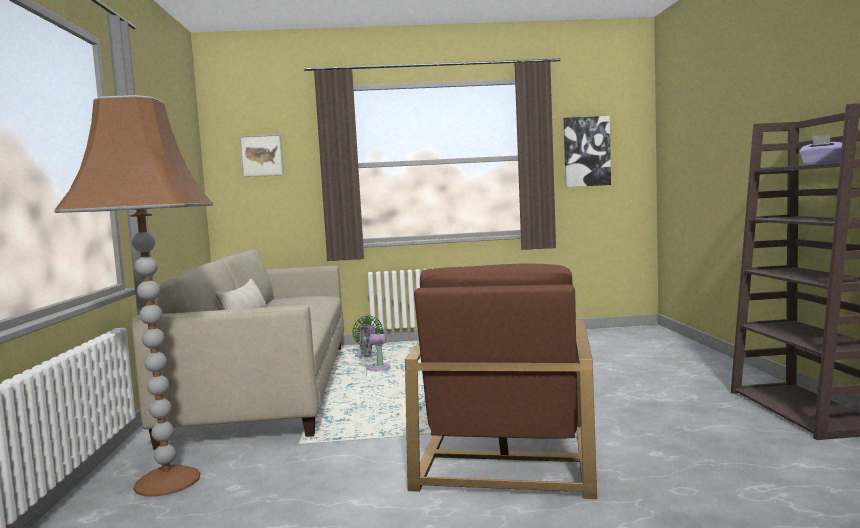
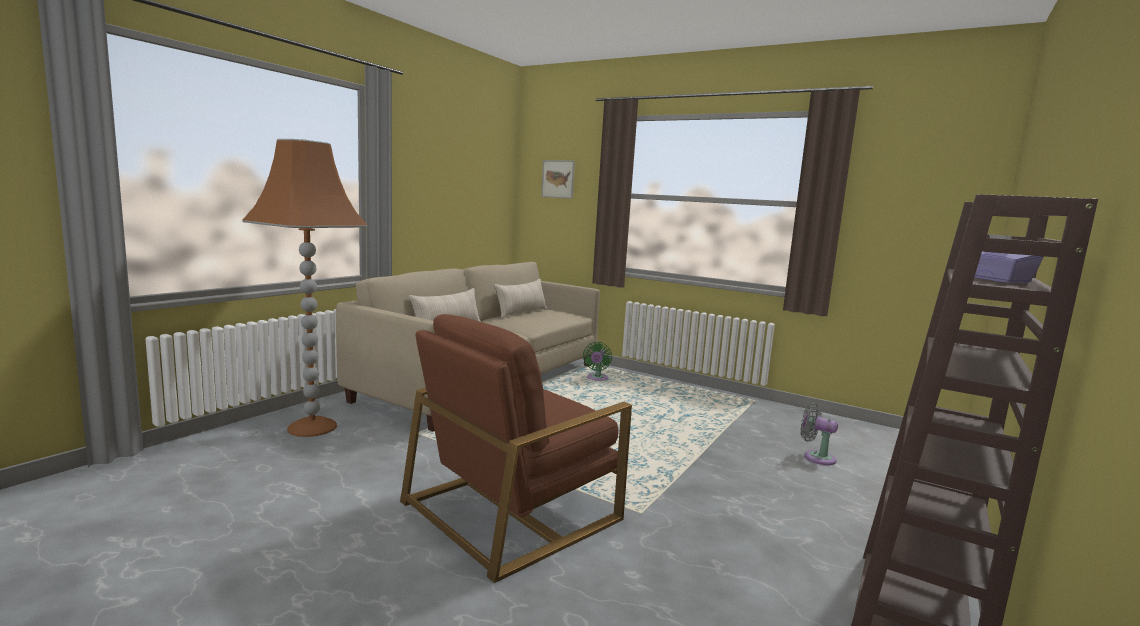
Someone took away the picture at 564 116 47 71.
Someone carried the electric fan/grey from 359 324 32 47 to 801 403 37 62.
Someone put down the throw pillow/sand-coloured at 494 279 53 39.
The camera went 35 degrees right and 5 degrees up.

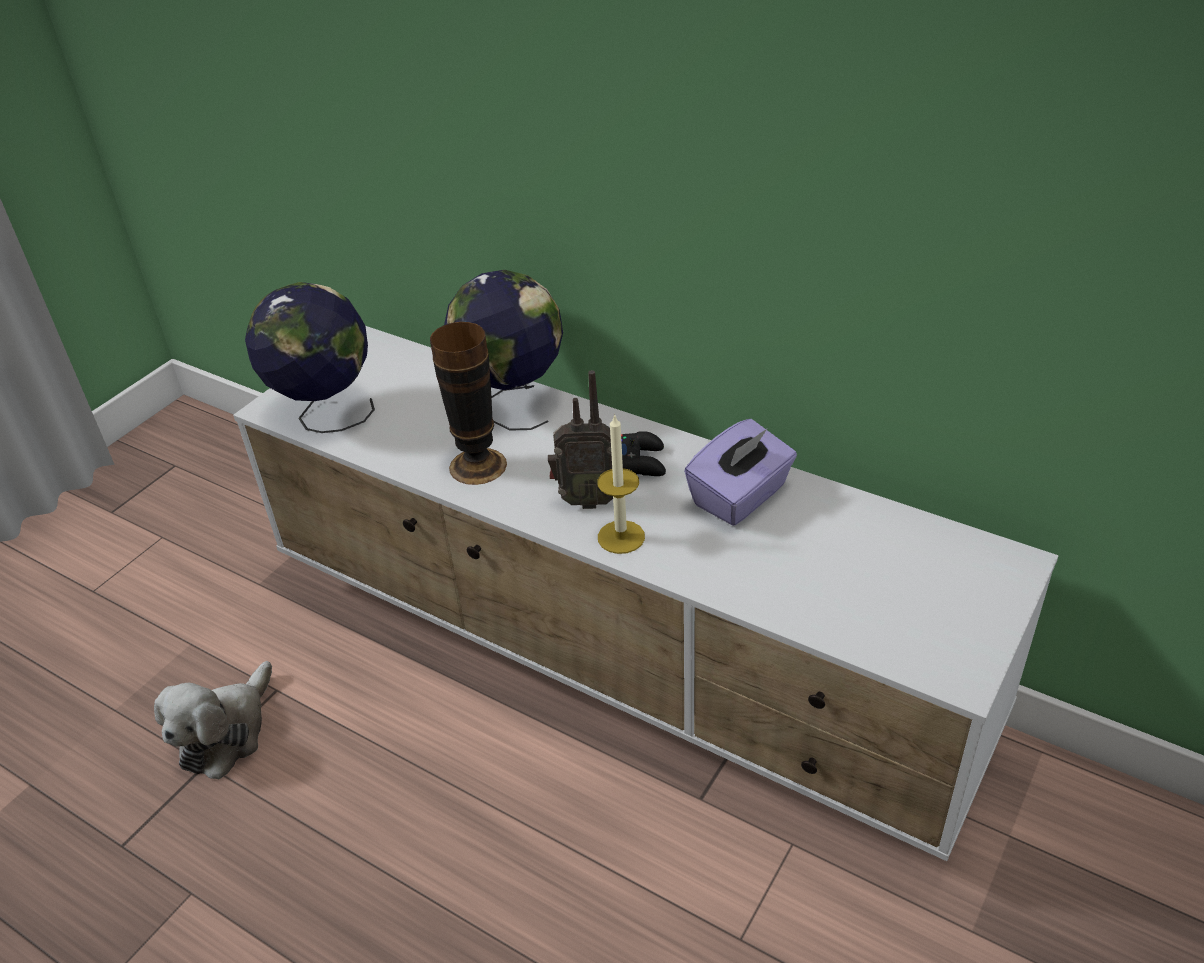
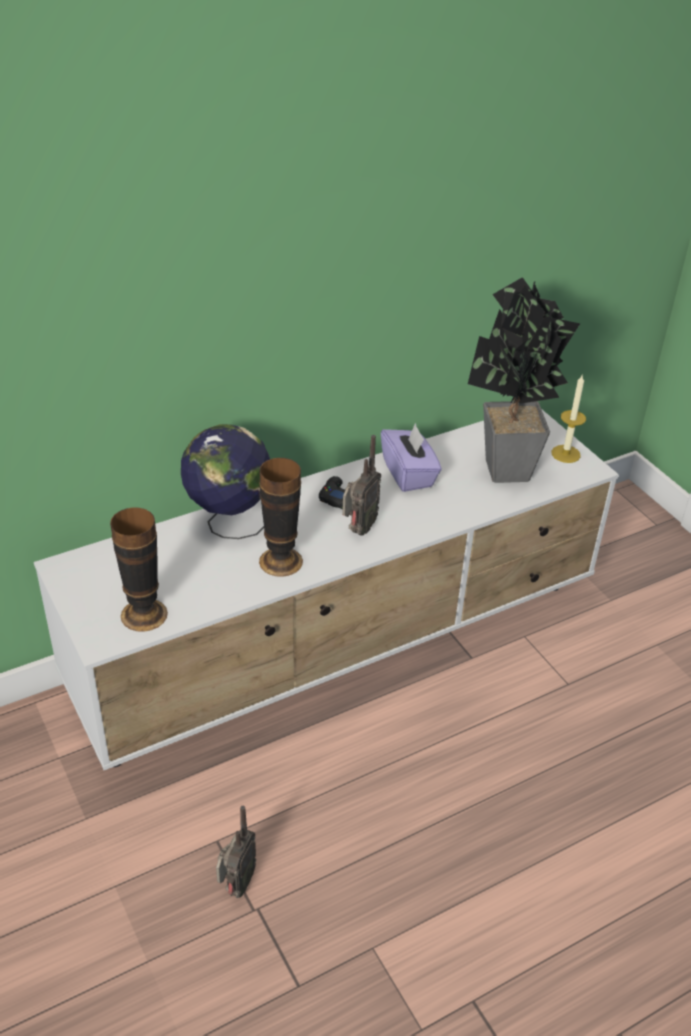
Someone swapped the desk globe at 245 282 130 151 for the flower vase at 110 507 58 125.
Someone carried the wax light from 597 413 48 141 to 551 374 35 89.
Someone swapped the plush toy at 154 661 118 118 for the radio receiver at 216 806 40 92.
Someone put down the plant in a pot at 468 277 112 206.
The camera went 65 degrees left and 0 degrees up.

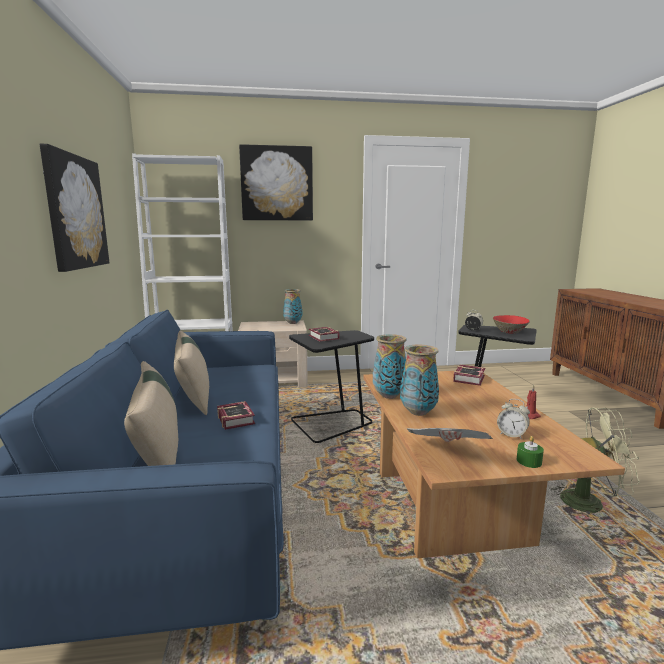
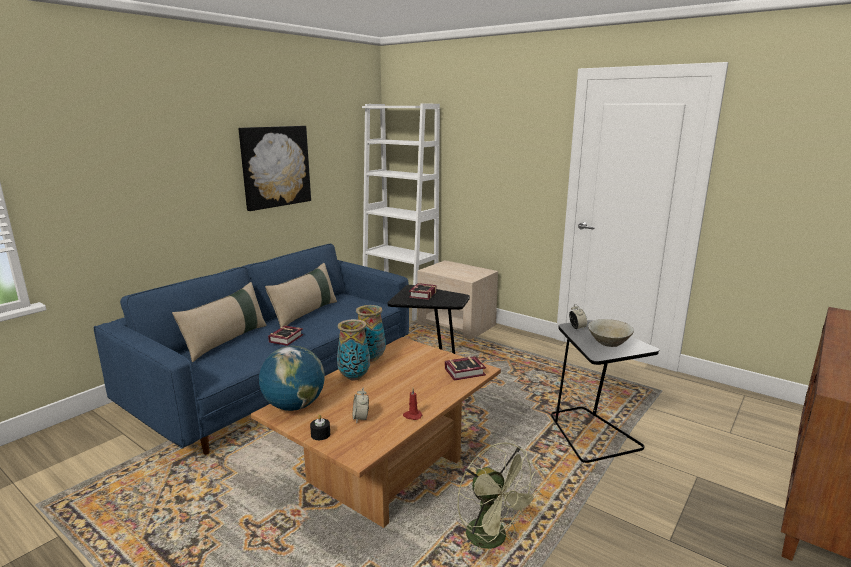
Someone took away the picture at 239 144 74 76.
Someone took away the flower vase at 283 289 19 35.
Someone repainted the deep dish/red-coloured at 493 315 37 19, which became the deep dish/sand-coloured at 588 319 46 28.
Someone swapped the daily paper at 406 428 87 14 for the desk globe at 259 346 66 65.
Someone repainted the wax light/green-coloured at 517 436 27 32, which became the wax light/black at 310 415 20 25.
The camera went 45 degrees right and 5 degrees up.

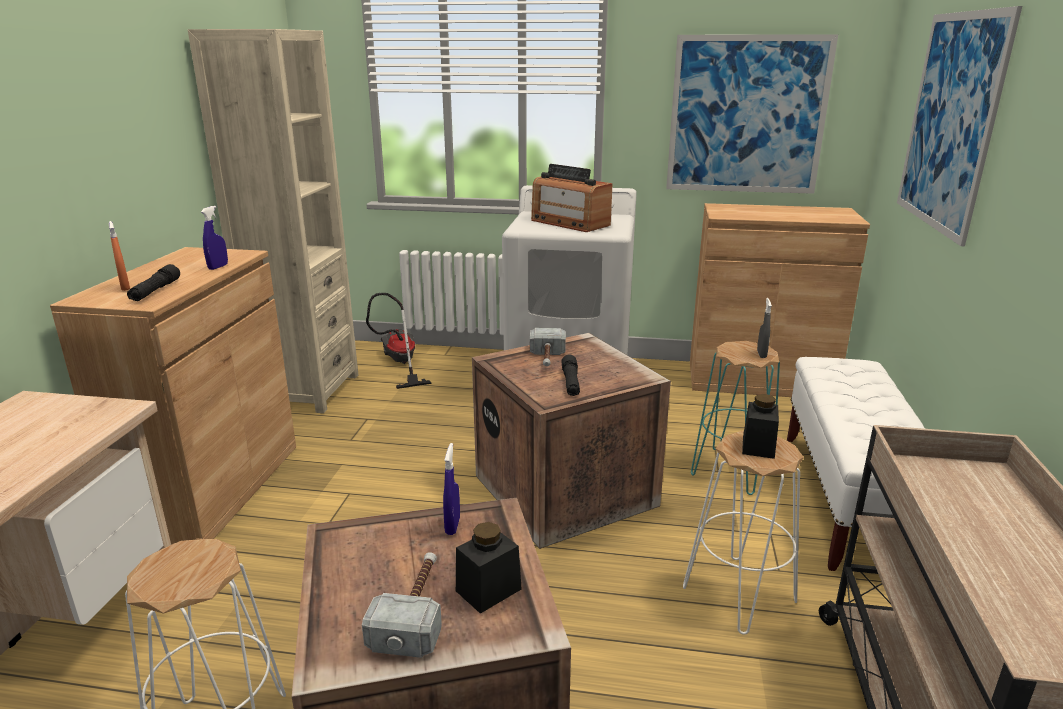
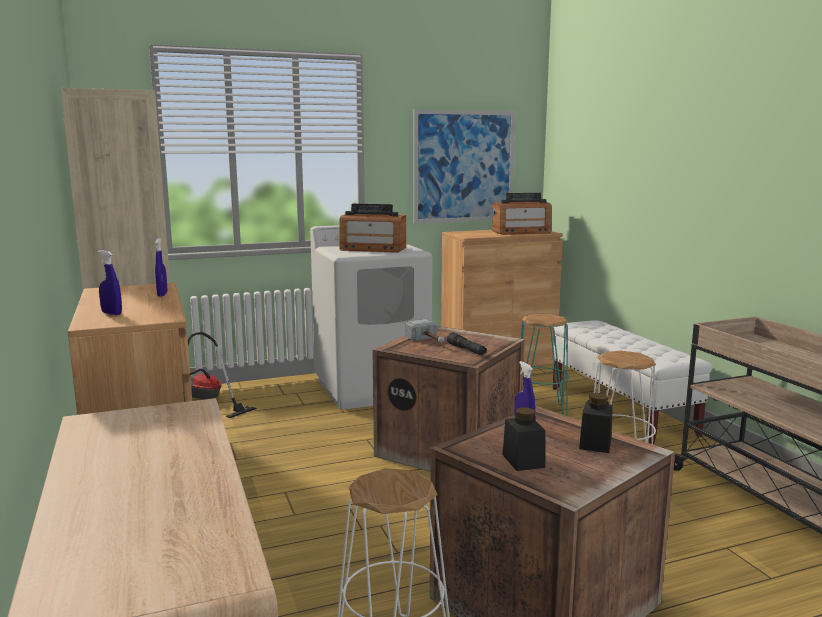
Someone took away the picture at 897 6 125 240.
Someone repainted the sprayer/orange-coloured at 109 221 21 70, which became the sprayer/blue-coloured at 98 250 24 65.
Someone took away the flashlight/black at 127 264 53 37.
Someone took away the sprayer/grey at 757 298 15 60.
Someone carried the preserve jar/black from 742 394 37 65 to 502 407 43 64.
Someone took away the hammer at 362 552 80 106.
Someone put down the radio receiver at 492 193 60 42.
The camera went 30 degrees left and 10 degrees down.

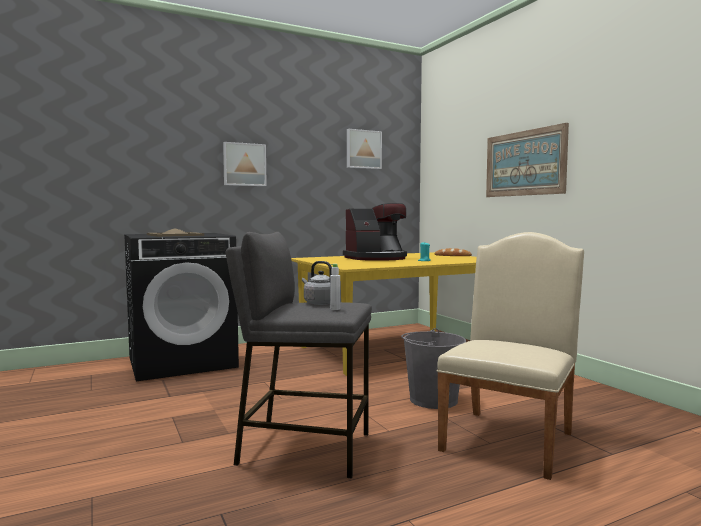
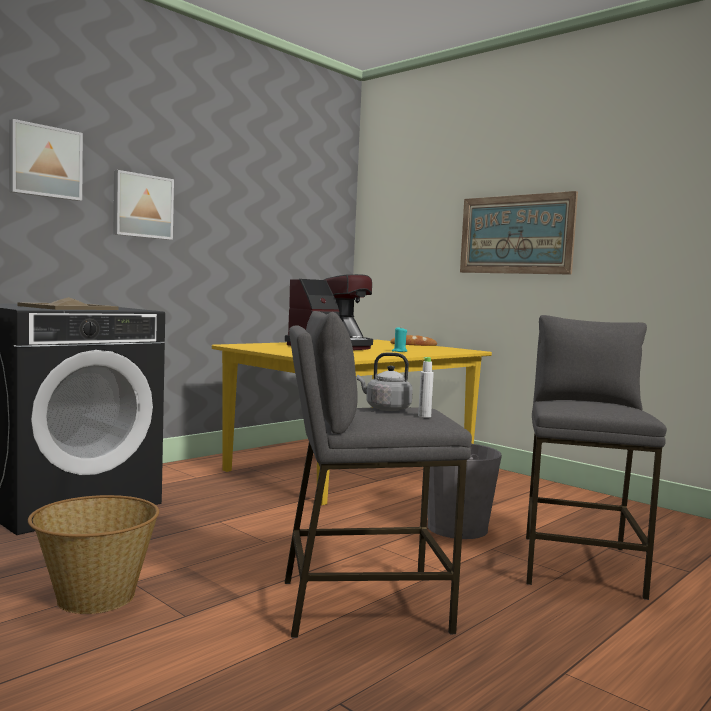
Someone carried the picture from 347 129 35 40 to 9 119 74 82.
Someone swapped the chair/sand-coloured at 436 232 148 248 for the stool seat/grey at 526 315 141 285.
Someone put down the storage basket at 28 495 131 119.
The camera went 20 degrees left and 0 degrees up.

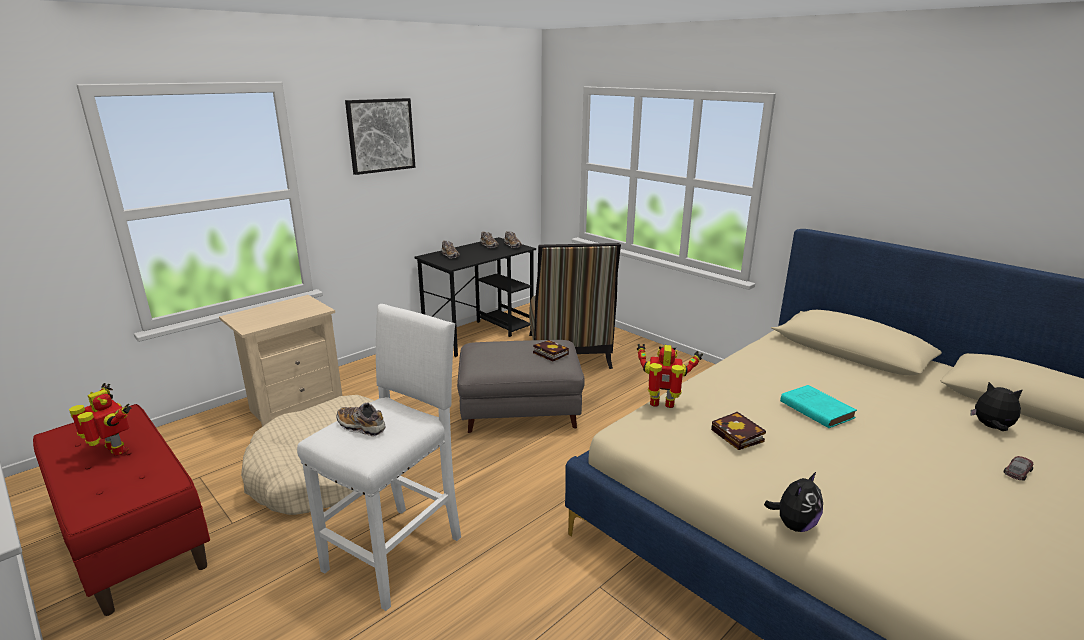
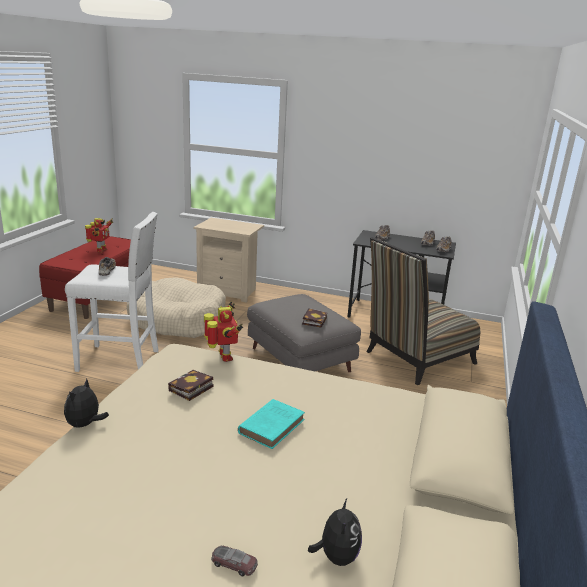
Someone took away the picture at 345 98 70 77.
Someone rotated the plush toy at 764 471 59 61 by 90 degrees clockwise.
The camera went 60 degrees right and 0 degrees up.

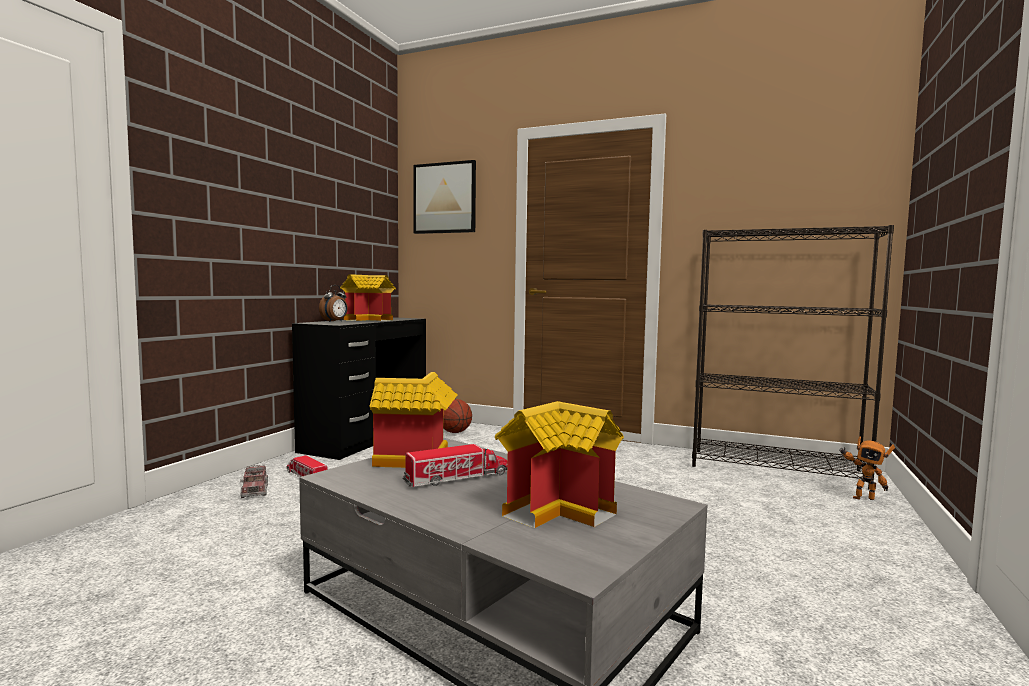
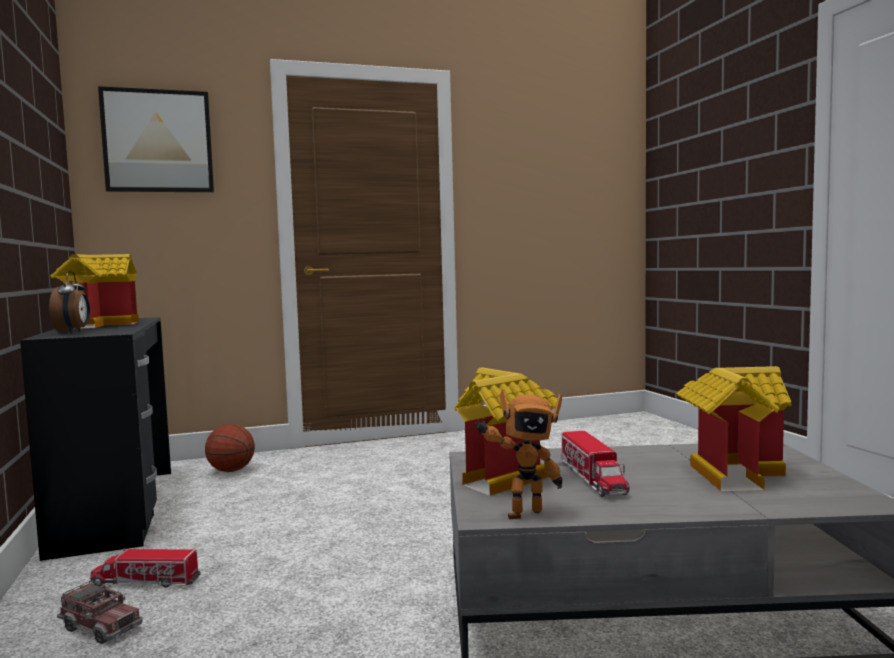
Someone took away the shelving unit/black at 692 225 202 265.
Someone carried the robot figure from 839 436 56 64 to 474 390 88 129.
Someone rotated the toy lorry at 402 444 106 43 by 150 degrees clockwise.
The camera went 40 degrees left and 0 degrees up.

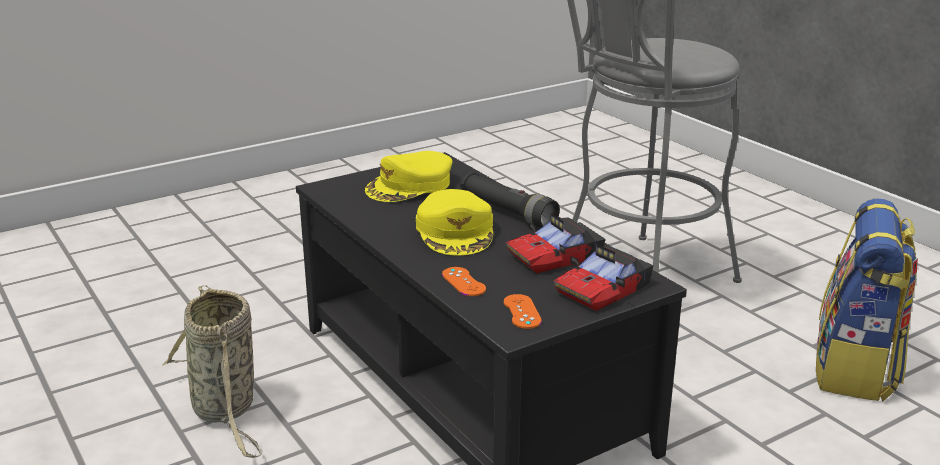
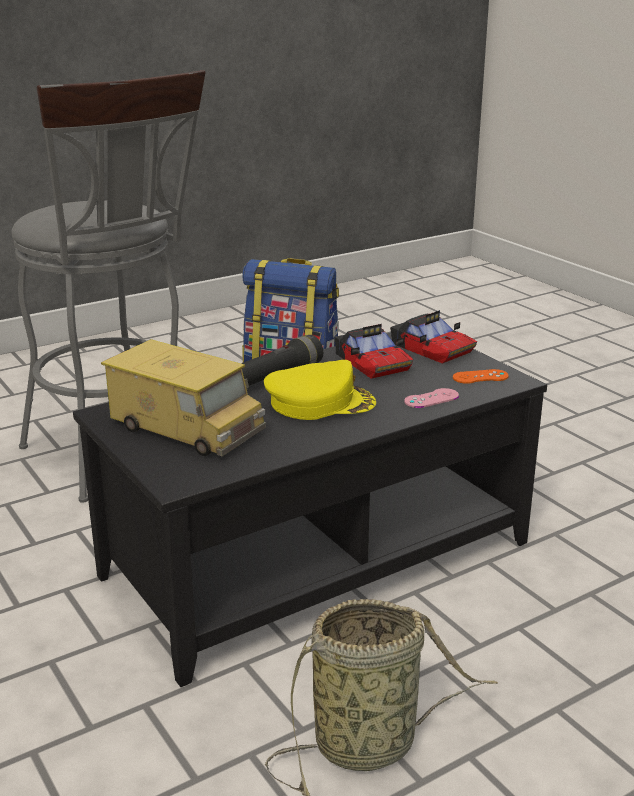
Someone swapped the baseball cap/yellow-coloured at 365 151 87 51 for the toy lorry at 101 339 165 118.
Someone repainted the game controller/orange-coloured at 442 267 44 29, which became the game controller/pinkish at 404 388 55 20.
The camera went 90 degrees left and 0 degrees up.

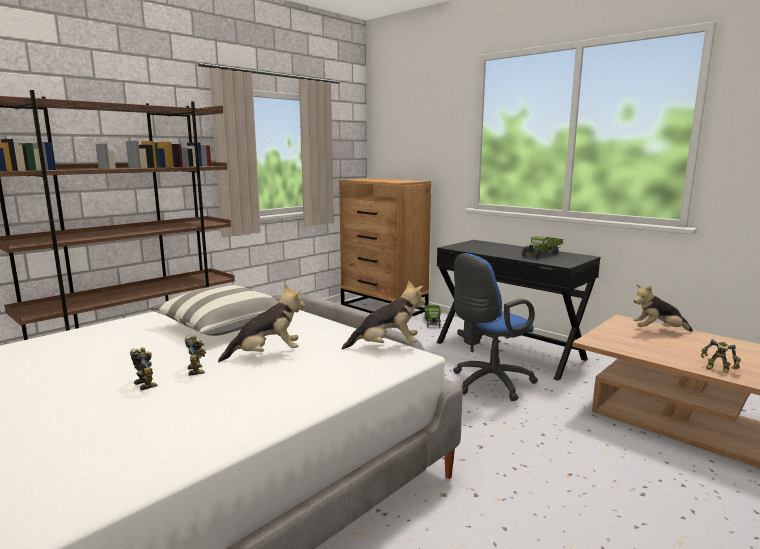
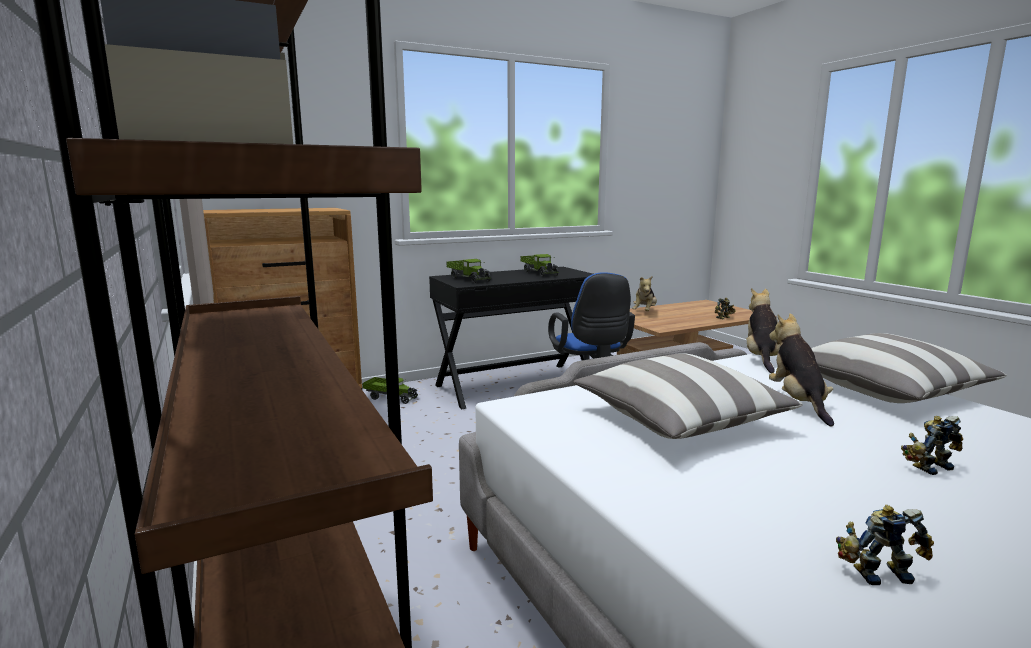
Someone carried the robot figure from 185 336 21 40 to 836 505 98 80.
Someone put down the toy lorry at 446 259 45 24.
Someone put down the throw pillow at 811 333 196 70.
The camera went 70 degrees left and 0 degrees up.

